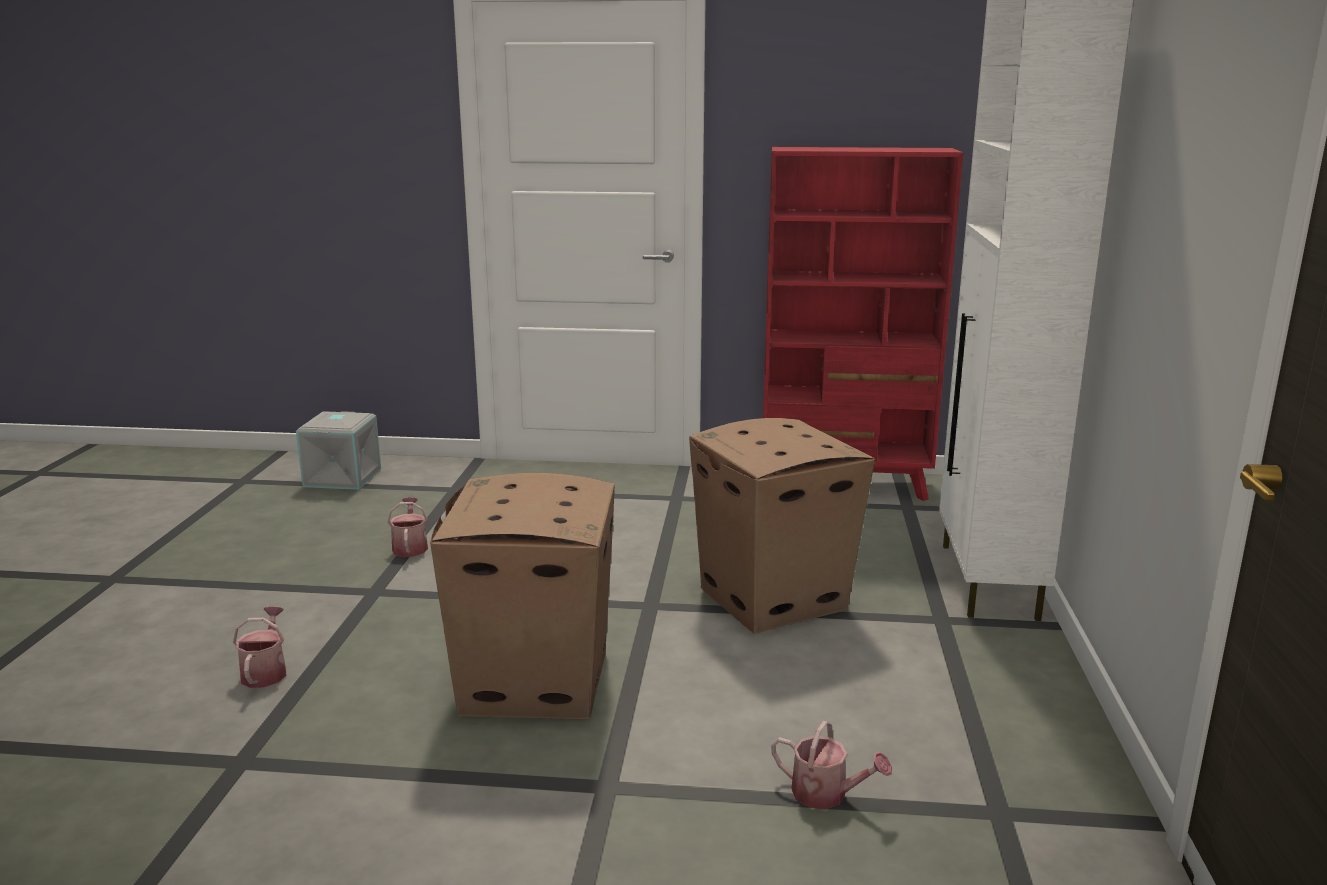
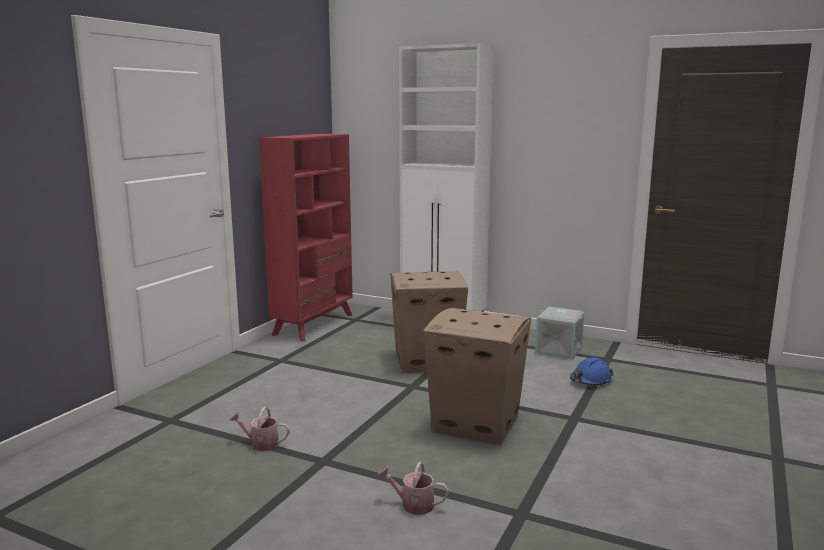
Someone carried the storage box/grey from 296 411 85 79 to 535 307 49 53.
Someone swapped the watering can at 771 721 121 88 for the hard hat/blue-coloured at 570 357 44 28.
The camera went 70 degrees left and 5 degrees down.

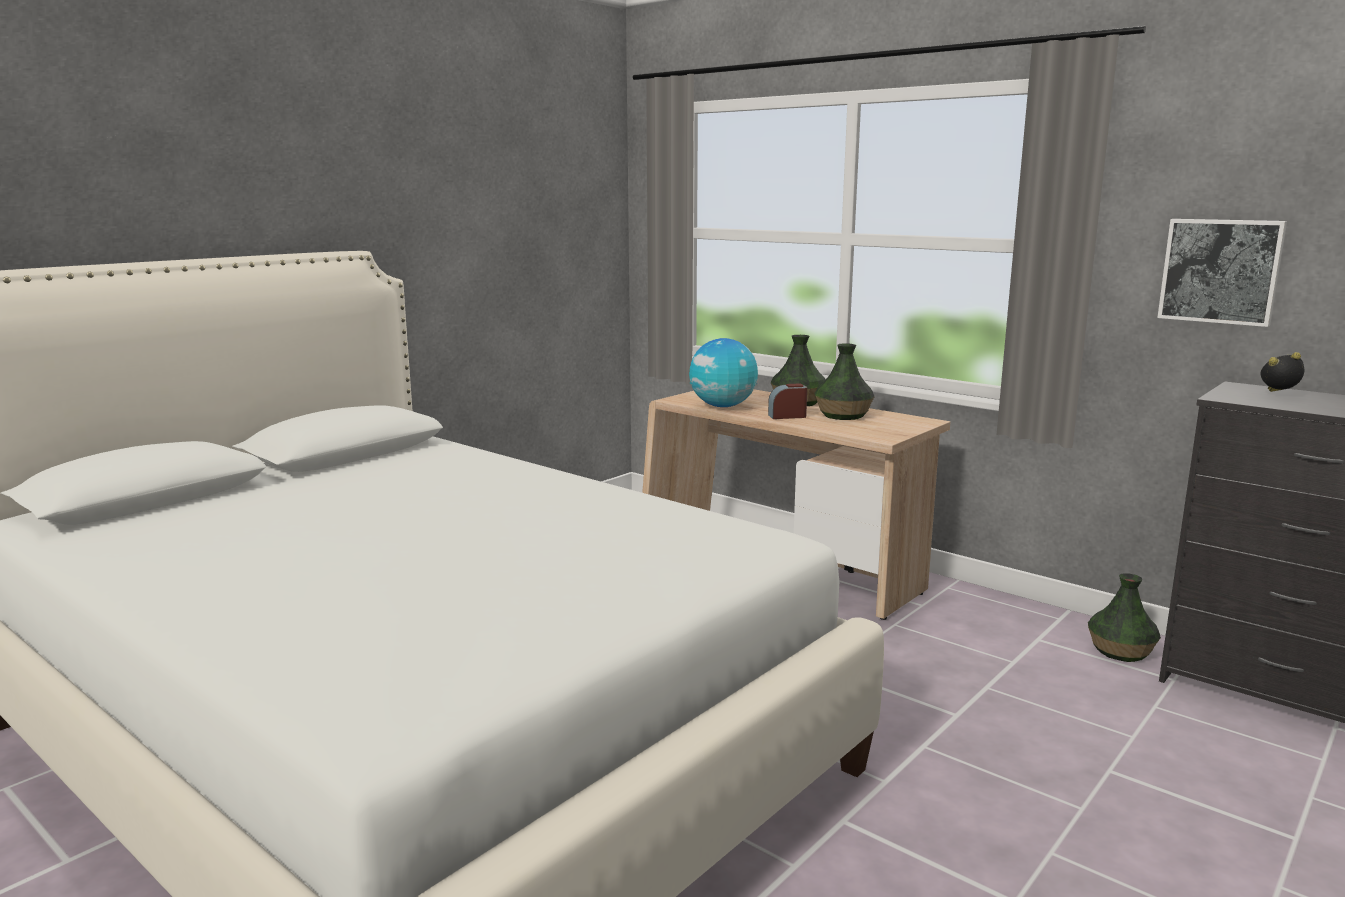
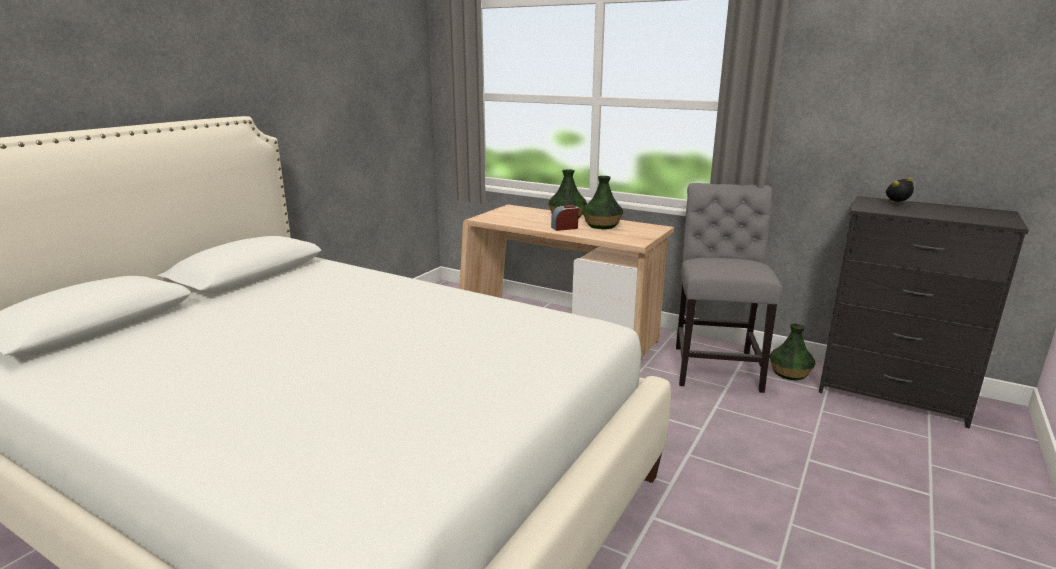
Someone took away the picture at 1157 219 130 108.
Someone took away the desk globe at 689 338 69 69.
Someone put down the chair/grey at 676 183 106 210.
The camera went 10 degrees left and 5 degrees up.

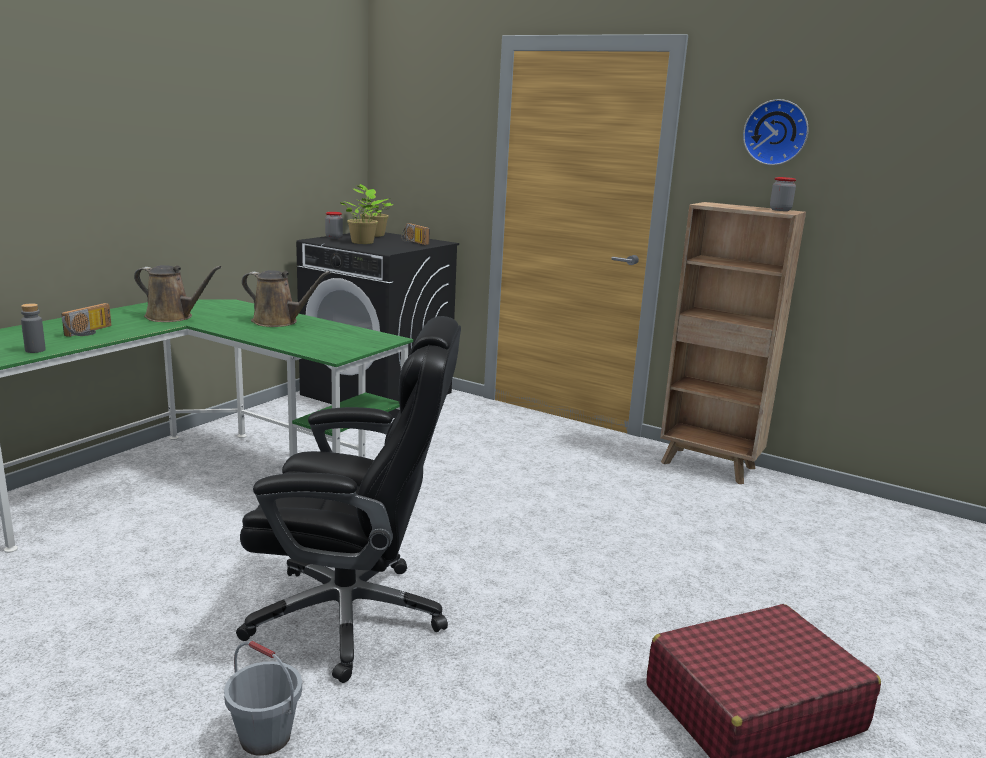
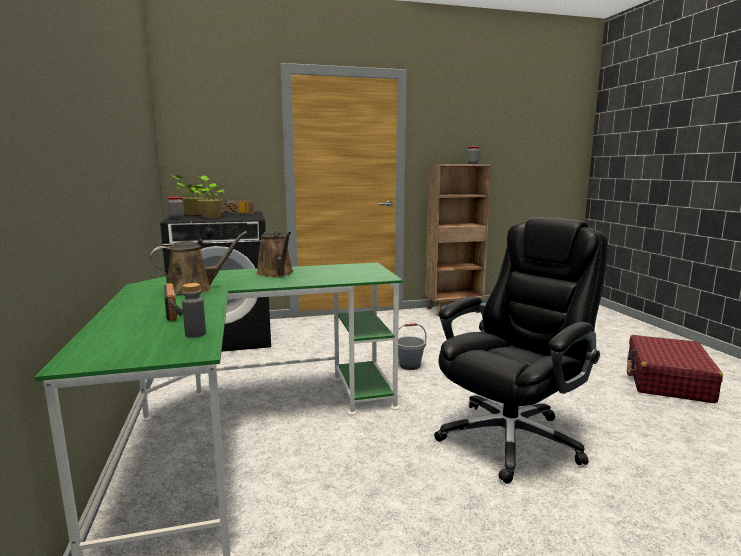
Someone took away the clock on the wall at 743 99 65 66.
Someone rotated the watering can/brown-coloured at 242 270 88 57 by 90 degrees clockwise.
Someone carried the bucket/grey from 224 641 78 115 to 398 323 28 47.
The camera went 45 degrees left and 5 degrees down.

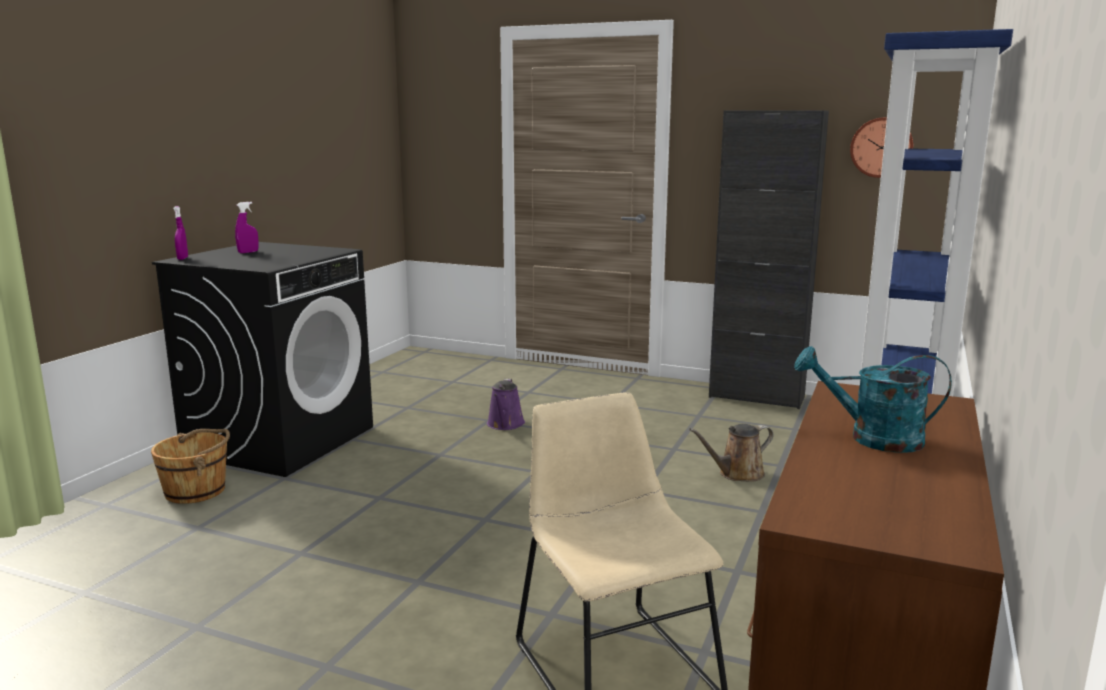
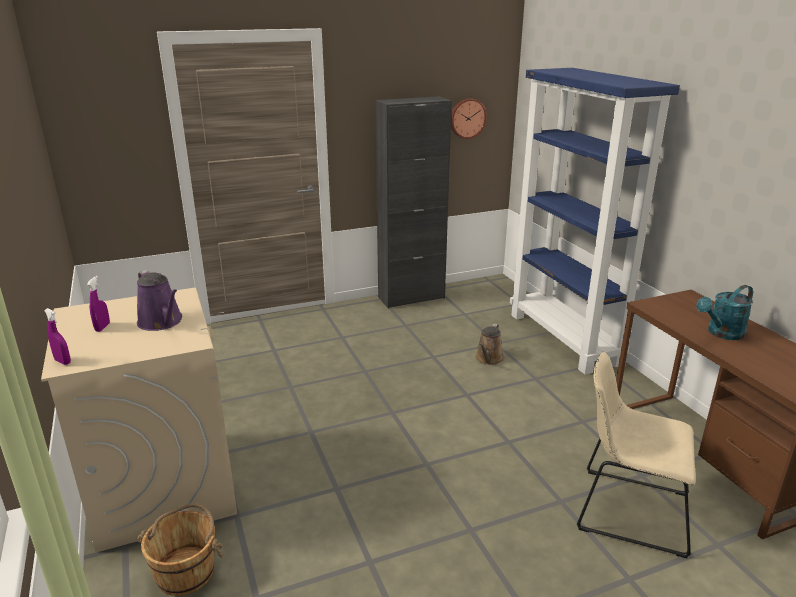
Someone repainted the laundry appliance/black at 152 242 221 235, which became the laundry appliance/sand-coloured at 41 288 196 264.
Someone carried the watering can/purple-coloured from 487 379 38 51 to 137 270 45 61.
The camera went 45 degrees left and 10 degrees up.

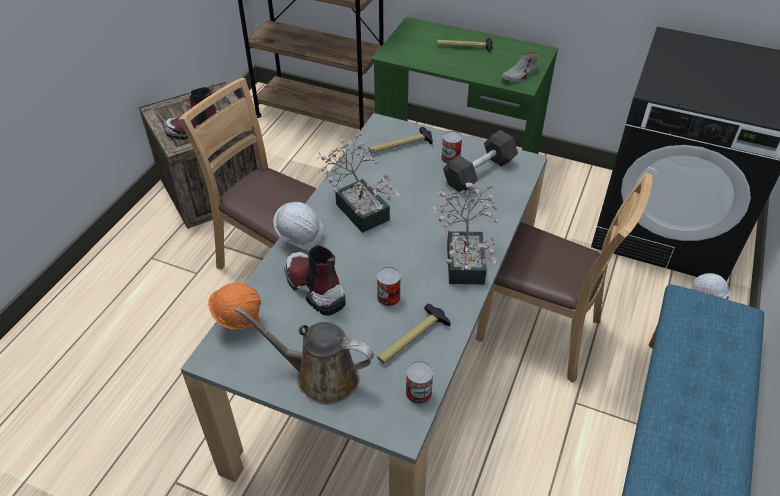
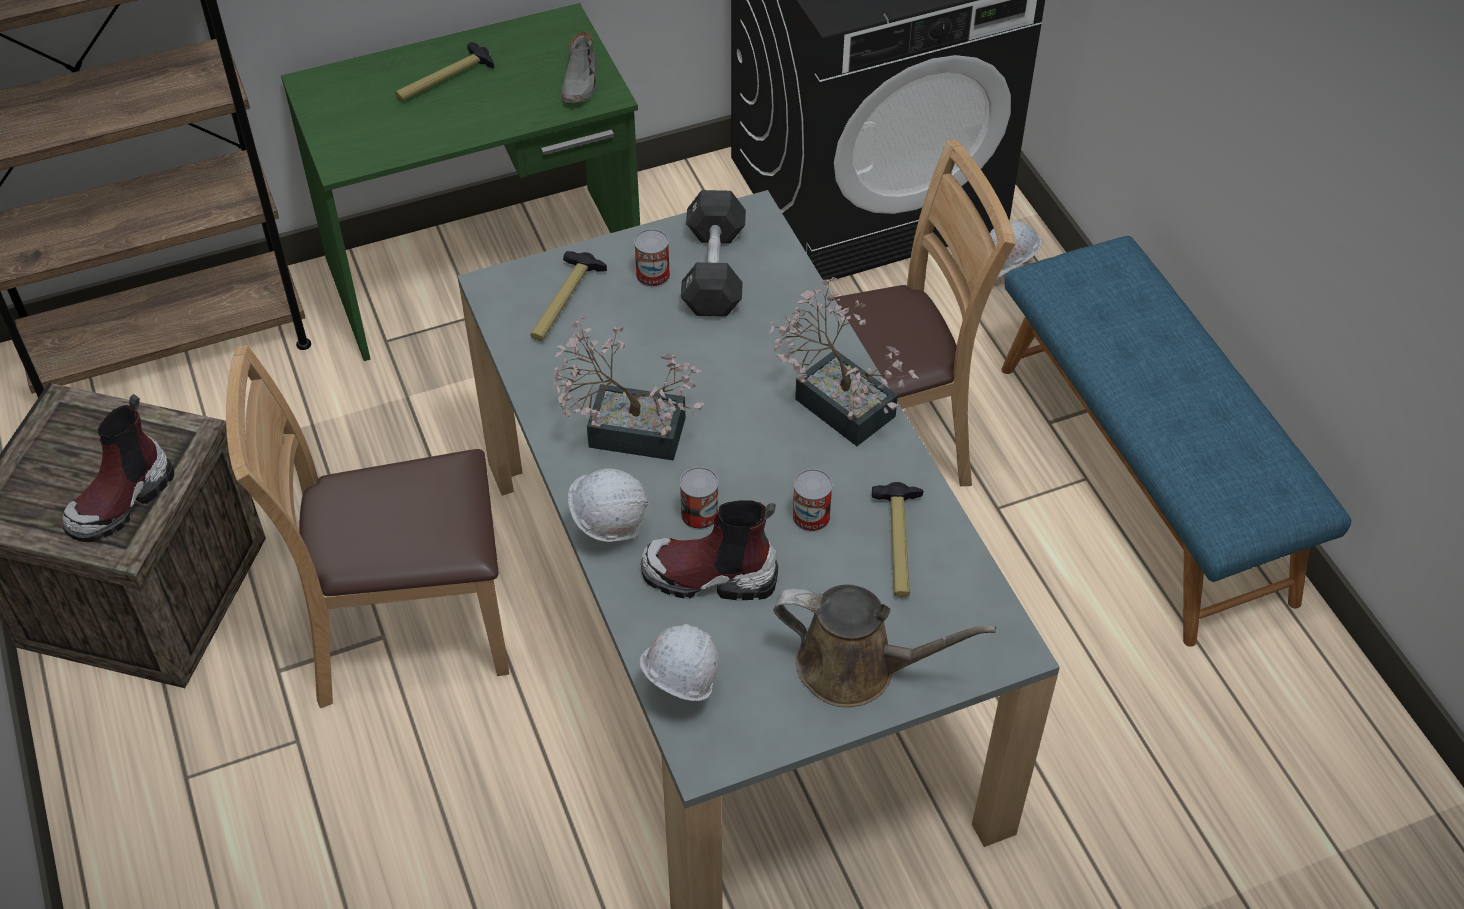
Someone repainted the hard hat/orange-coloured at 208 283 53 47, which became the hard hat/whitish at 640 624 79 77.
Someone rotated the watering can/brown-coloured at 235 307 139 97 by 135 degrees counterclockwise.
Someone carried the sealed can from 406 361 28 43 to 680 467 39 63.
The camera went 45 degrees left and 5 degrees up.

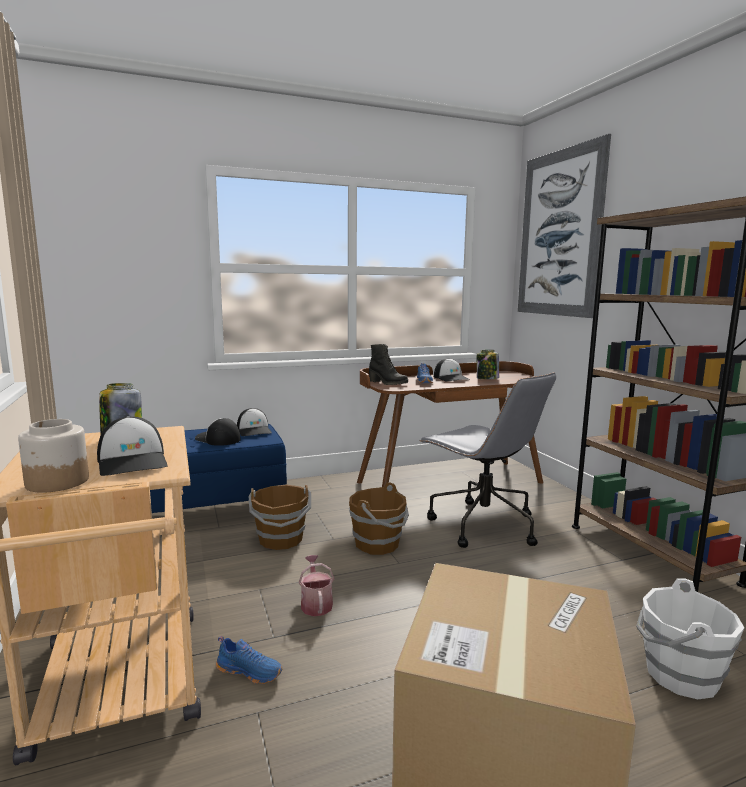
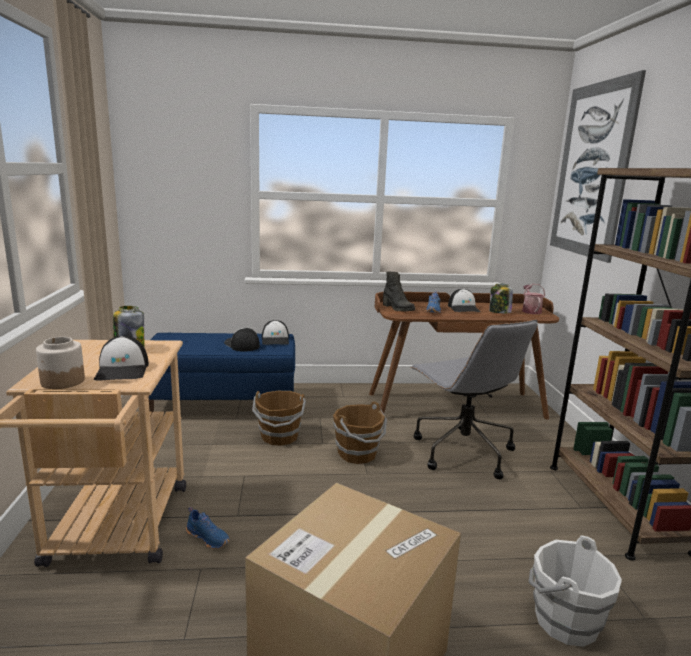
Someone carried the watering can from 299 555 35 61 to 522 284 23 30.
The camera went 15 degrees right and 5 degrees up.

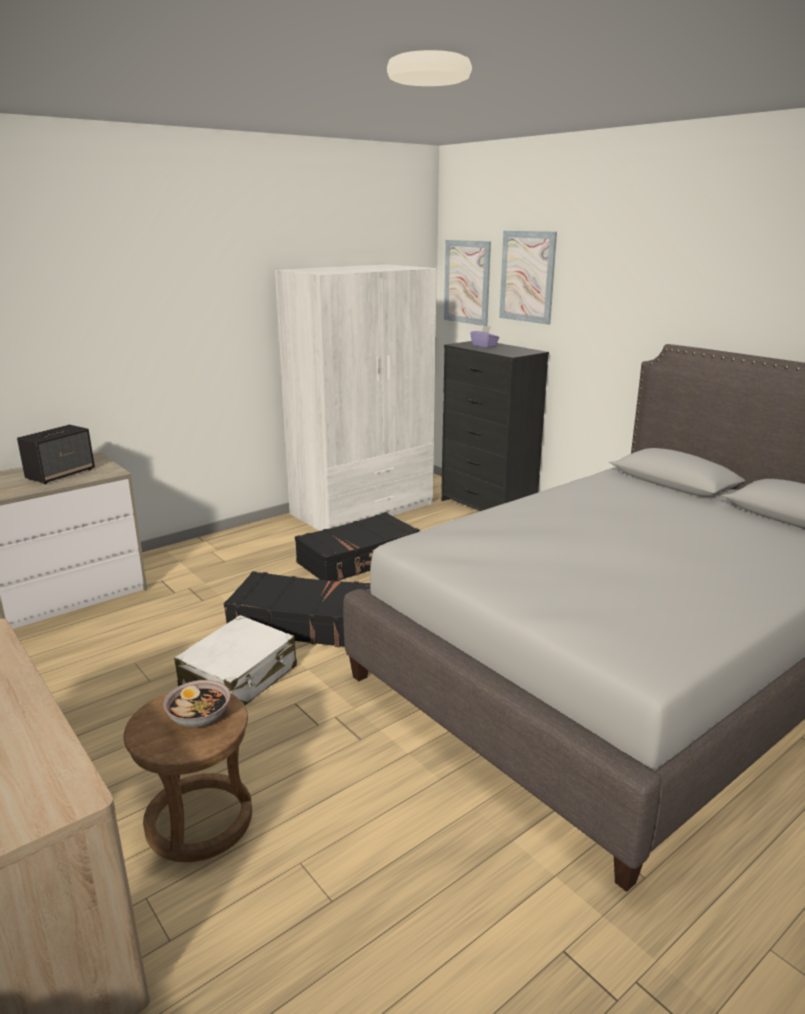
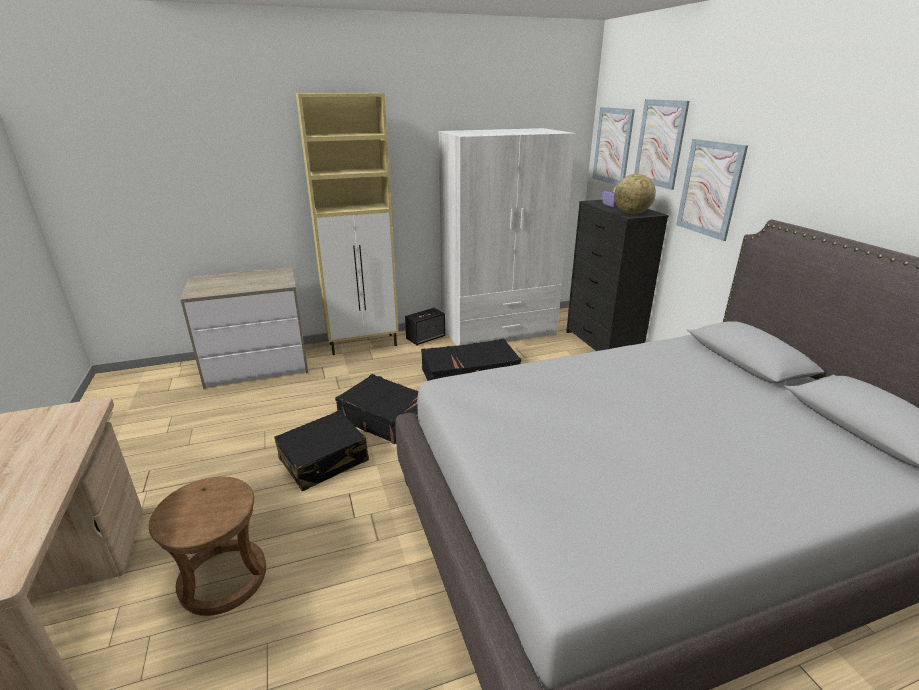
Someone carried the audio speaker from 17 425 78 59 to 405 308 40 37.
Someone repainted the travel case/whitish at 174 615 123 90, which became the travel case/black at 274 411 95 80.
Someone took away the deep dish at 163 680 68 48.
Someone put down the cabinet/sand-coloured at 296 93 103 262.
Someone put up the picture at 676 139 72 102.
Someone put down the desk globe at 614 174 42 40.
The camera went 20 degrees right and 5 degrees up.

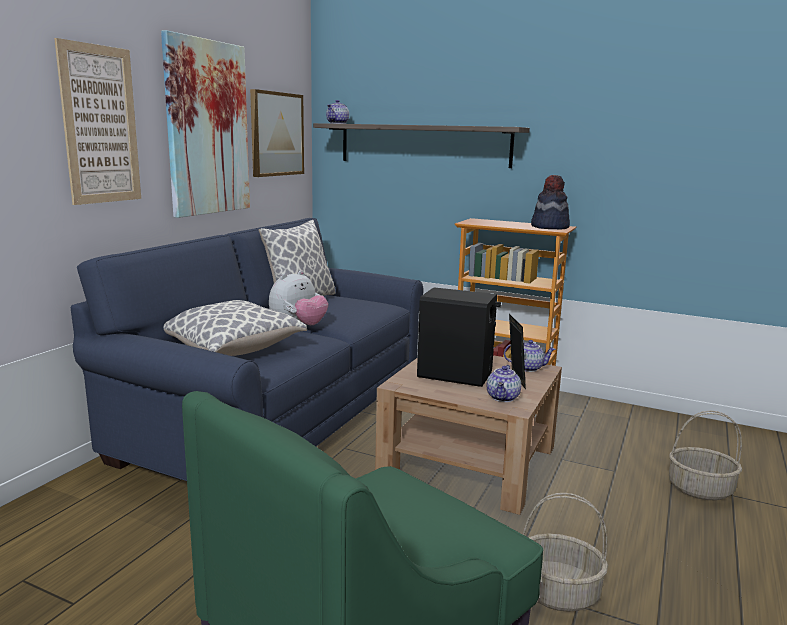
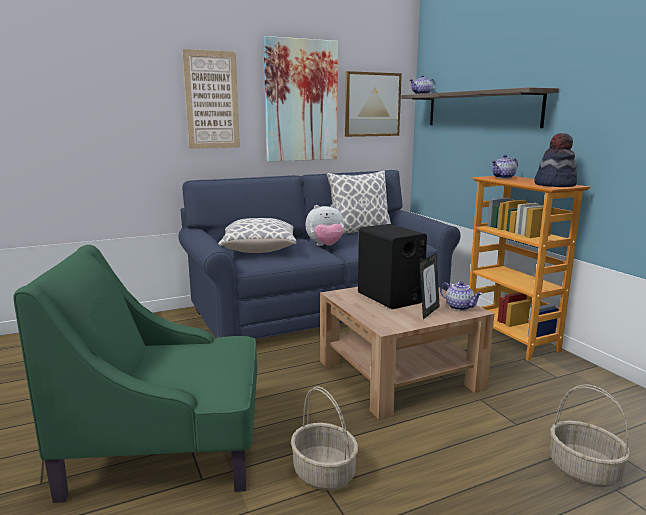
Someone carried the teapot from 487 365 34 37 to 491 155 27 24.
The camera went 40 degrees right and 0 degrees up.

